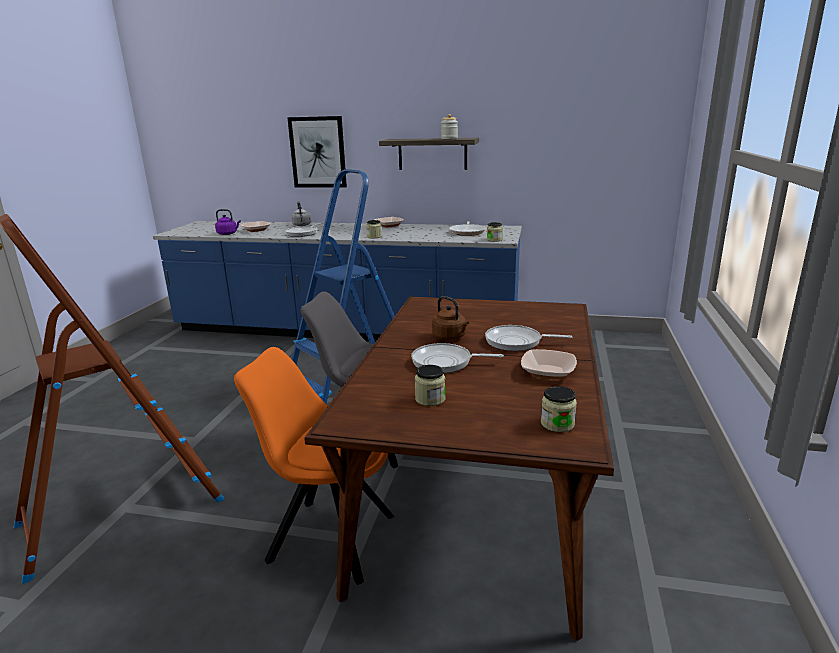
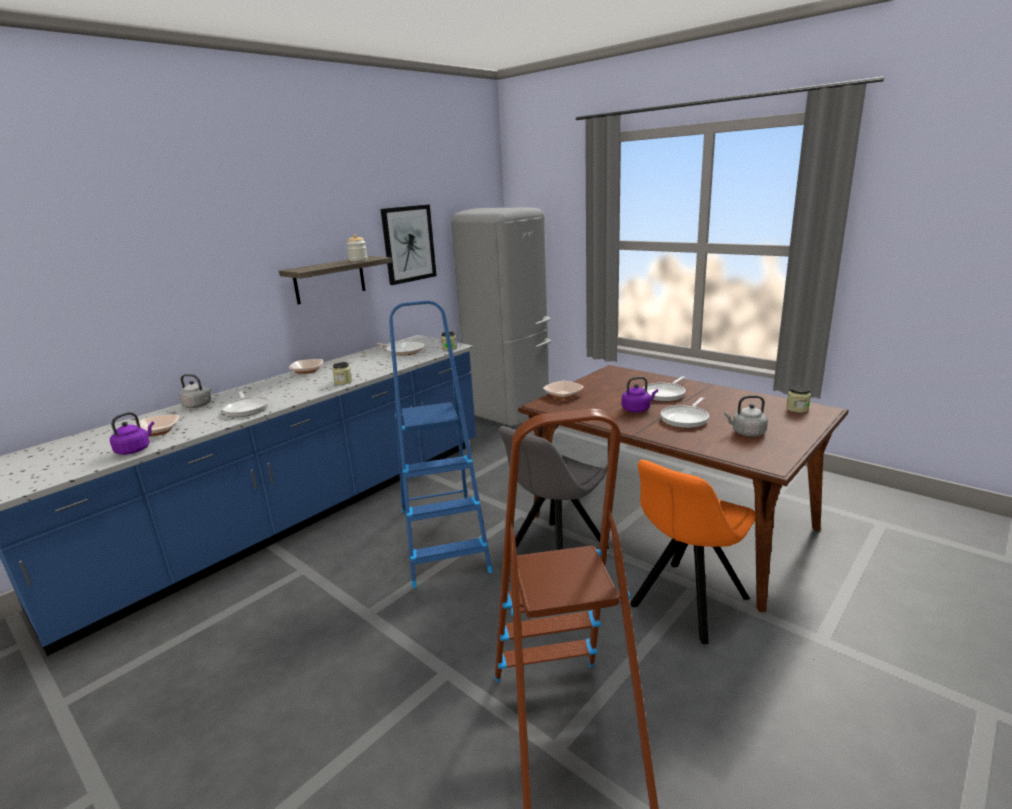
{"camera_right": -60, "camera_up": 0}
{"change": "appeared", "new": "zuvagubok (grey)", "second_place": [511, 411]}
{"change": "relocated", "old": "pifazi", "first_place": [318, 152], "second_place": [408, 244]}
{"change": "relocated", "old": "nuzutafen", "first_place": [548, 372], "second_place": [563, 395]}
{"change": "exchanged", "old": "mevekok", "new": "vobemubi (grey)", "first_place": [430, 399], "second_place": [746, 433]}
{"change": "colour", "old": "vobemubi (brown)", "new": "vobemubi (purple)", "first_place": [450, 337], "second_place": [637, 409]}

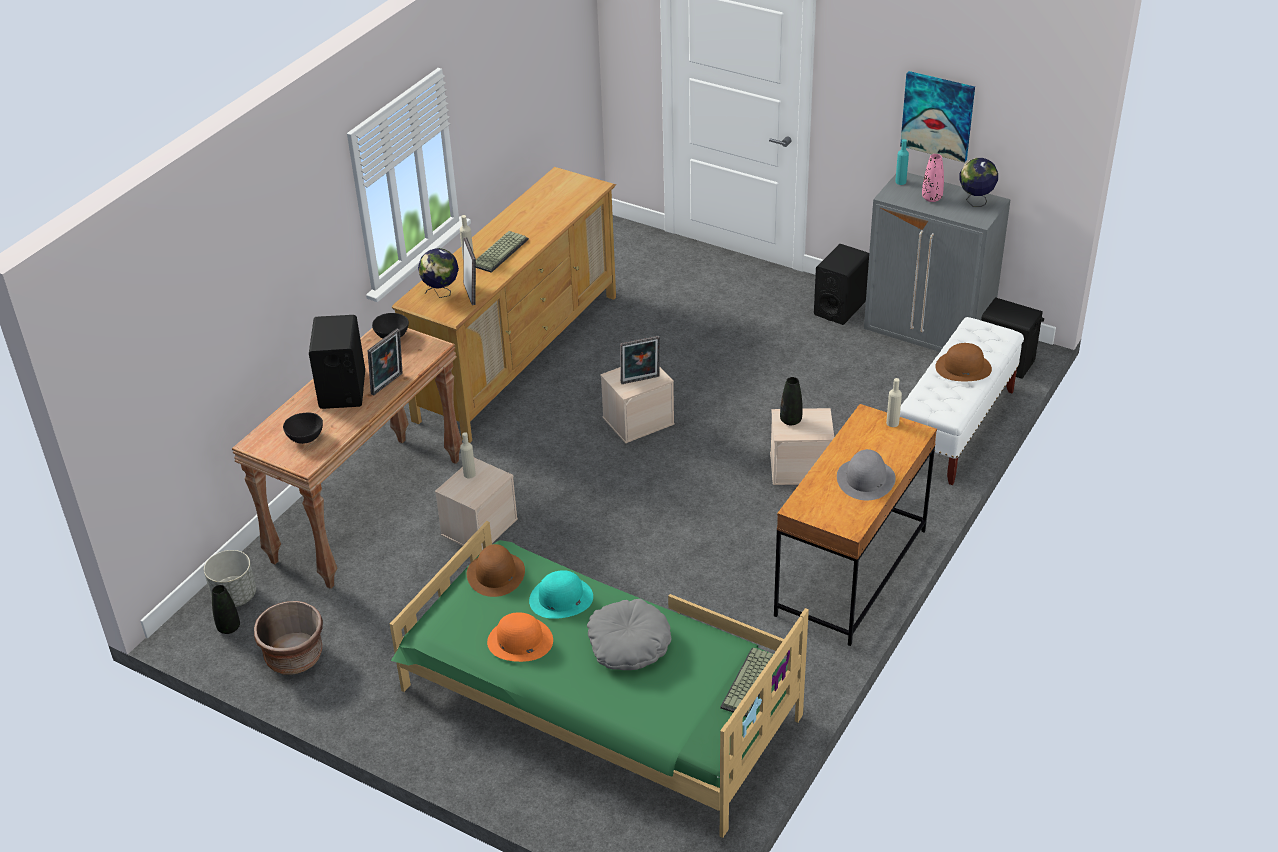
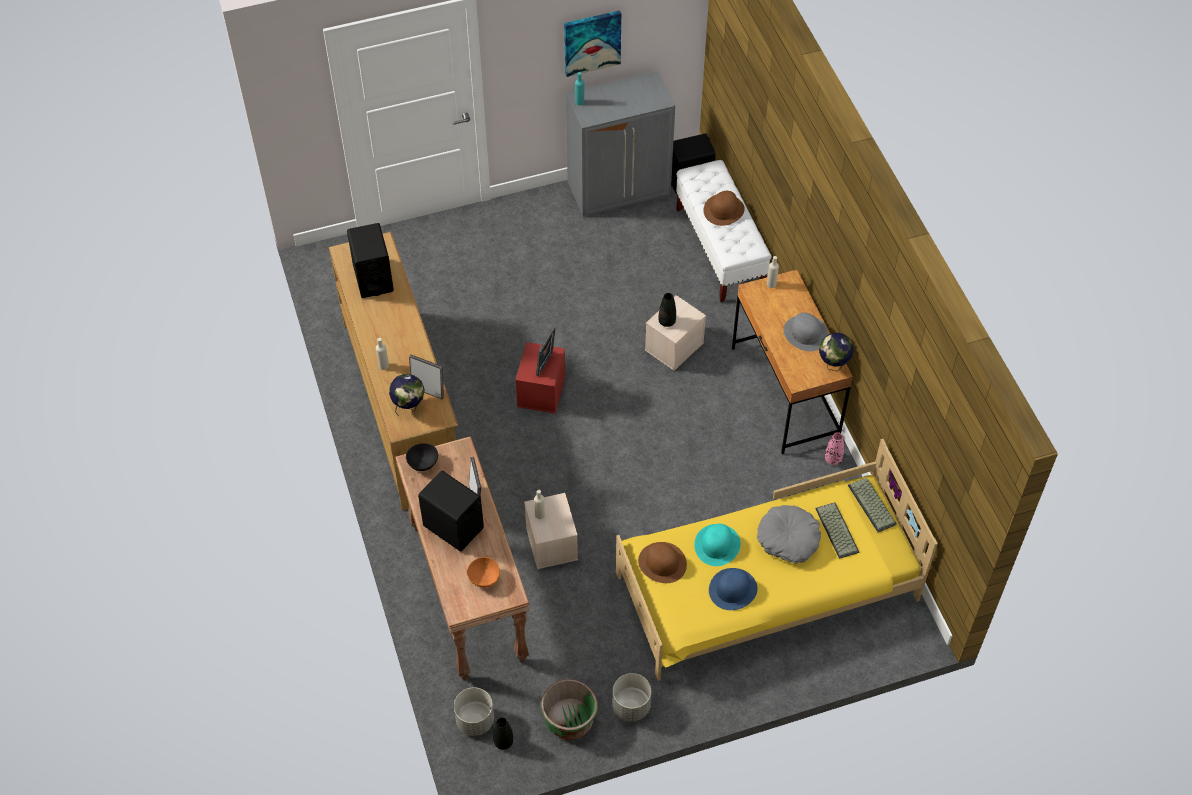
{"camera_right": -50, "camera_up": 15}
{"change": "appeared", "new": "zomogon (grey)", "second_place": [631, 706]}
{"change": "relocated", "old": "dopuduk", "first_place": [499, 252], "second_place": [835, 530]}
{"change": "relocated", "old": "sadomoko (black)", "first_place": [840, 308], "second_place": [373, 278]}
{"change": "relocated", "old": "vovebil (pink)", "first_place": [931, 198], "second_place": [833, 459]}
{"change": "relocated", "old": "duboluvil", "first_place": [975, 202], "second_place": [833, 365]}
{"change": "colour", "old": "zomogon (brown)", "new": "zomogon (green)", "first_place": [294, 657], "second_place": [569, 720]}
{"change": "colour", "old": "nuzutafen (black)", "new": "nuzutafen (orange)", "first_place": [304, 438], "second_place": [484, 579]}
{"change": "colour", "old": "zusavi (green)", "new": "zusavi (yellow)", "first_place": [597, 703], "second_place": [765, 588]}
{"change": "colour", "old": "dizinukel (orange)", "new": "dizinukel (blue)", "first_place": [519, 641], "second_place": [732, 589]}
{"change": "colour", "old": "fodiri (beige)", "new": "fodiri (red)", "first_place": [638, 420], "second_place": [540, 390]}

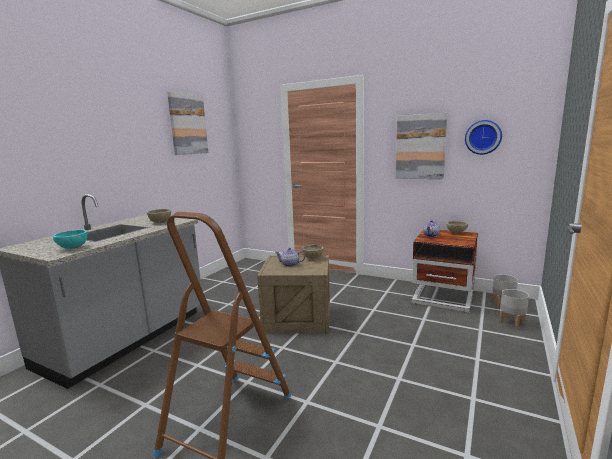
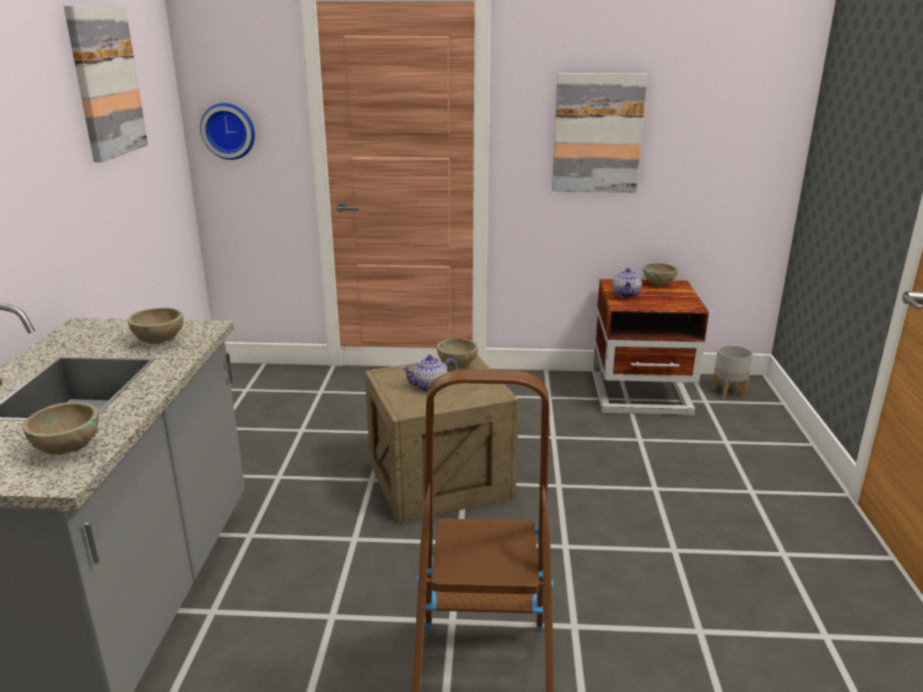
{"camera_right": -25, "camera_up": 10}
{"change": "missing", "old": "zomogon (grey)", "first_place": [512, 323]}
{"change": "relocated", "old": "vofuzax", "first_place": [483, 137], "second_place": [229, 130]}
{"change": "colour", "old": "nuzutafen (turquoise)", "new": "nuzutafen (beige)", "first_place": [72, 248], "second_place": [67, 450]}

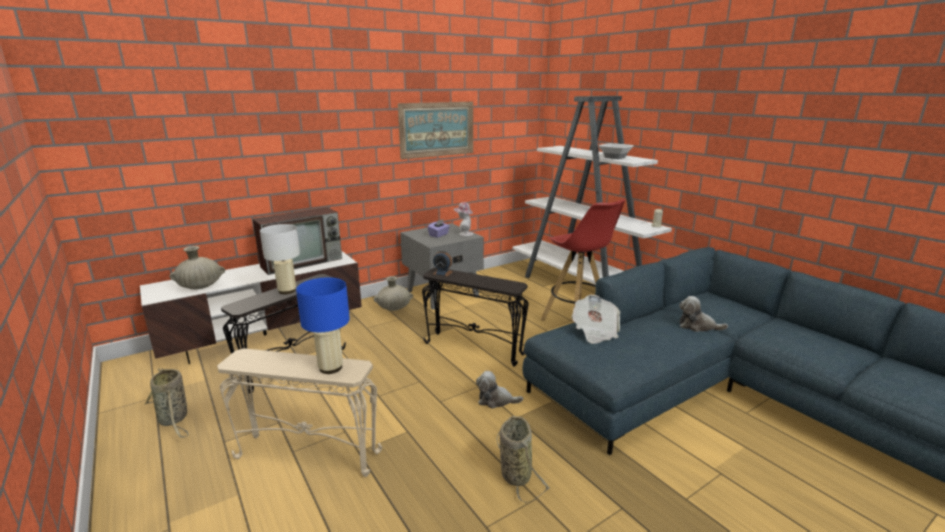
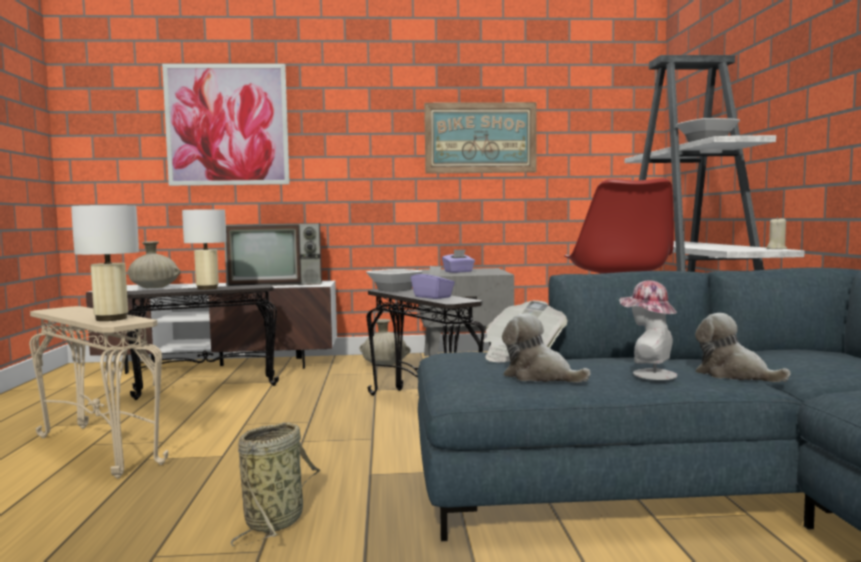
{"camera_right": 30, "camera_up": -15}
{"change": "missing", "old": "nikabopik", "first_place": [174, 419]}
{"change": "appeared", "new": "pifazi", "second_place": [227, 125]}
{"change": "appeared", "new": "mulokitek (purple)", "second_place": [433, 297]}
{"change": "relocated", "old": "dizinukel", "first_place": [464, 234], "second_place": [648, 374]}
{"change": "relocated", "old": "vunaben", "first_place": [496, 400], "second_place": [540, 376]}
{"change": "exchanged", "old": "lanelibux", "new": "nuzutafen", "first_place": [442, 273], "second_place": [395, 290]}
{"change": "colour", "old": "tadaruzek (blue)", "new": "tadaruzek (white)", "first_place": [331, 367], "second_place": [112, 319]}

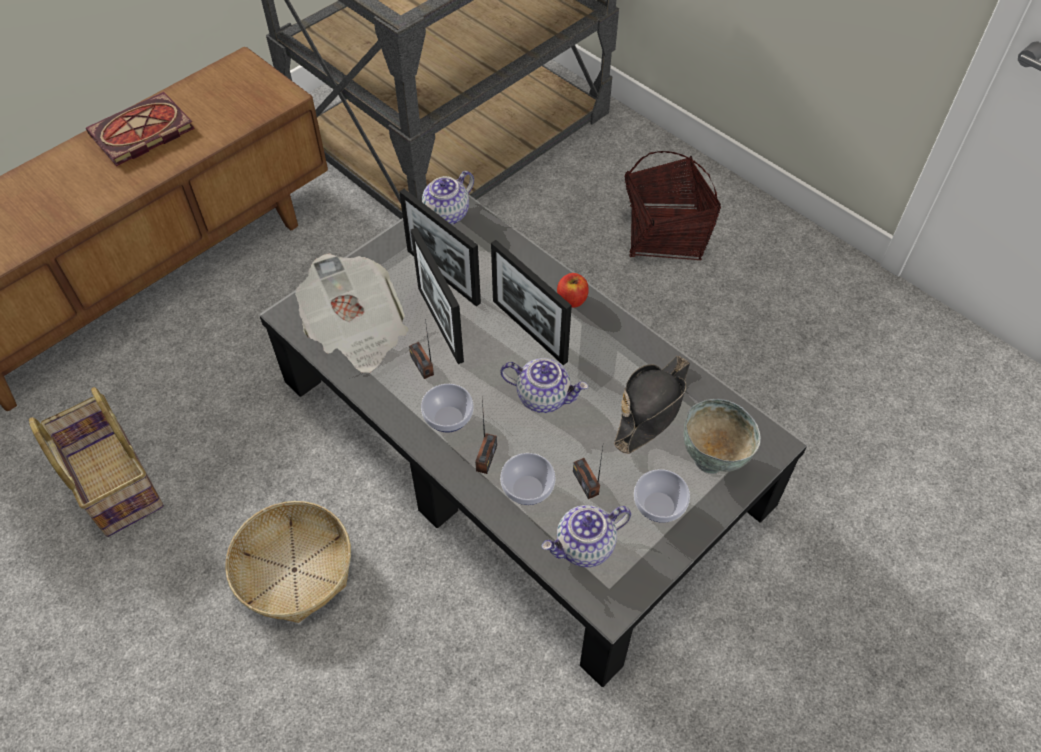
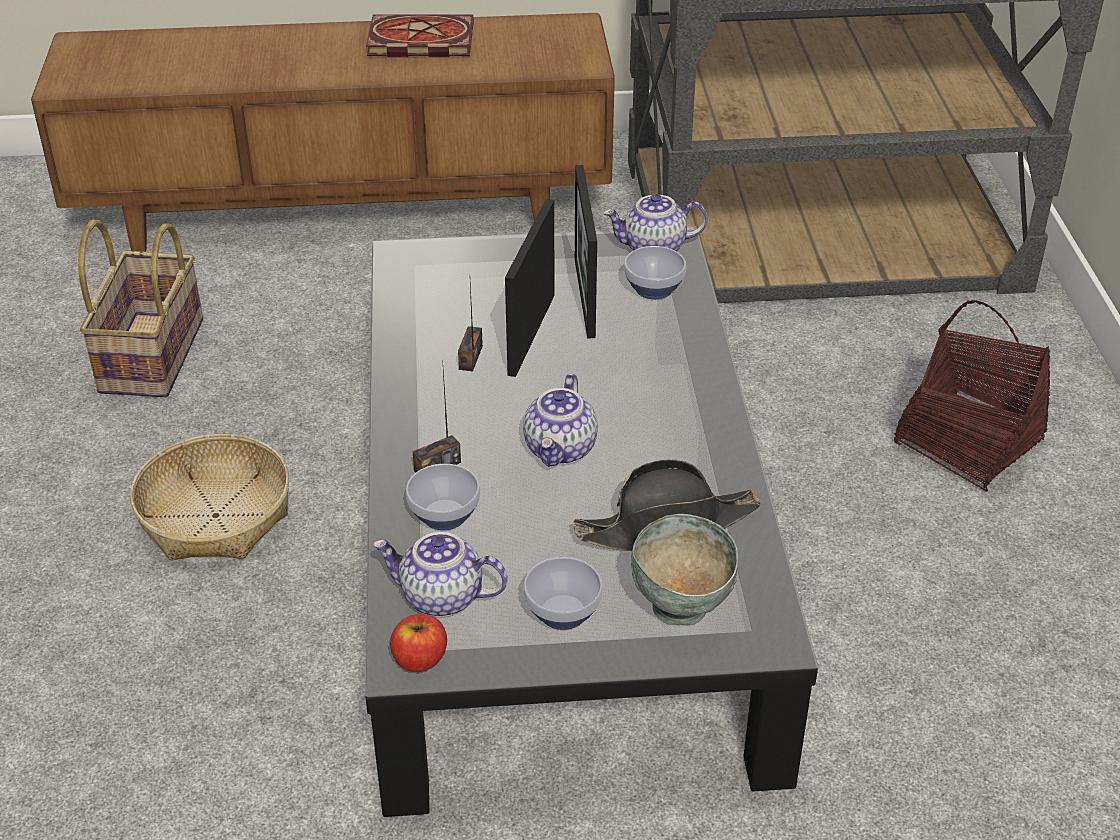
{"camera_right": 40, "camera_up": -15}
{"change": "missing", "old": "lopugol", "first_place": [356, 330]}
{"change": "missing", "old": "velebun", "first_place": [529, 331]}
{"change": "missing", "old": "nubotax", "first_place": [586, 483]}
{"change": "relocated", "old": "nuzutafen", "first_place": [450, 419], "second_place": [655, 289]}
{"change": "relocated", "old": "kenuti", "first_place": [572, 299], "second_place": [419, 659]}
{"change": "spun", "old": "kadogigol", "first_place": [544, 396], "second_place": [561, 449], "degrees": 45}

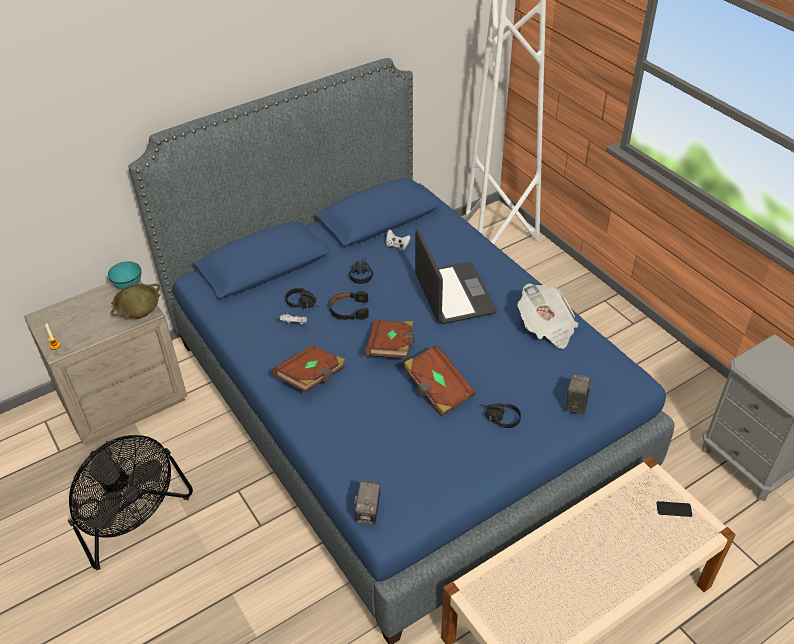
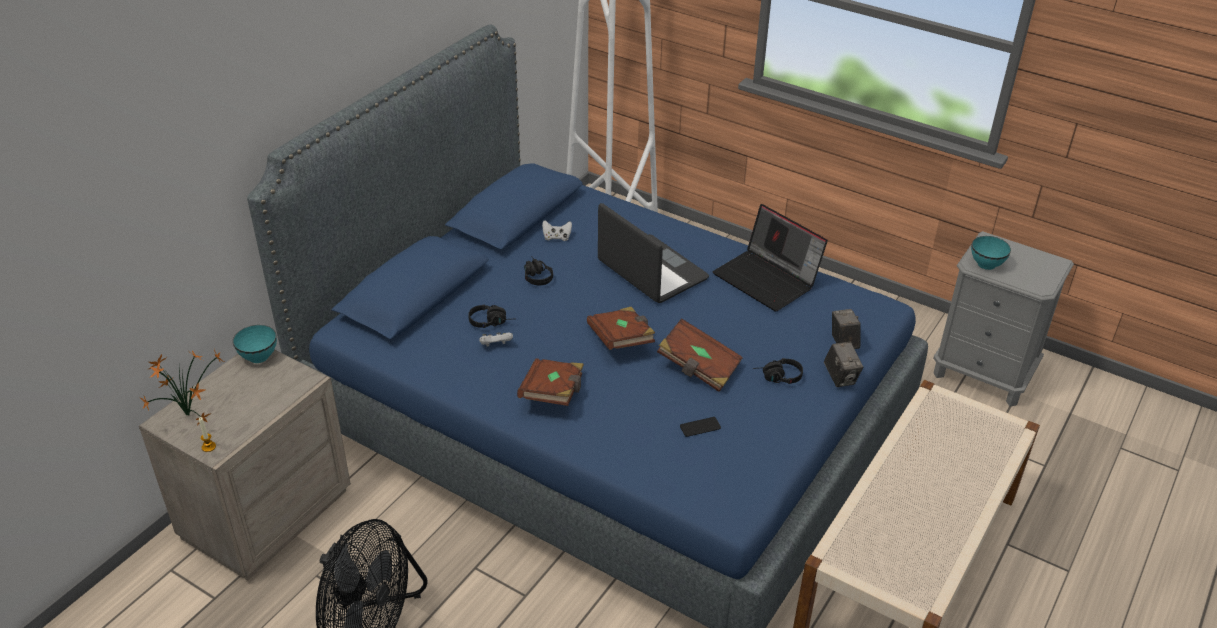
{"camera_right": -25, "camera_up": -5}
{"change": "missing", "old": "nuzutafen (beige)", "first_place": [139, 312]}
{"change": "missing", "old": "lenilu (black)", "first_place": [349, 310]}
{"change": "appeared", "new": "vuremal", "second_place": [187, 414]}
{"change": "appeared", "new": "nuzutafen (turquoise)", "second_place": [986, 264]}
{"change": "relocated", "old": "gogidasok", "first_place": [368, 512], "second_place": [840, 377]}
{"change": "relocated", "old": "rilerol", "first_place": [674, 509], "second_place": [700, 427]}
{"change": "exchanged", "old": "lopugol", "new": "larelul", "first_place": [546, 328], "second_place": [768, 279]}

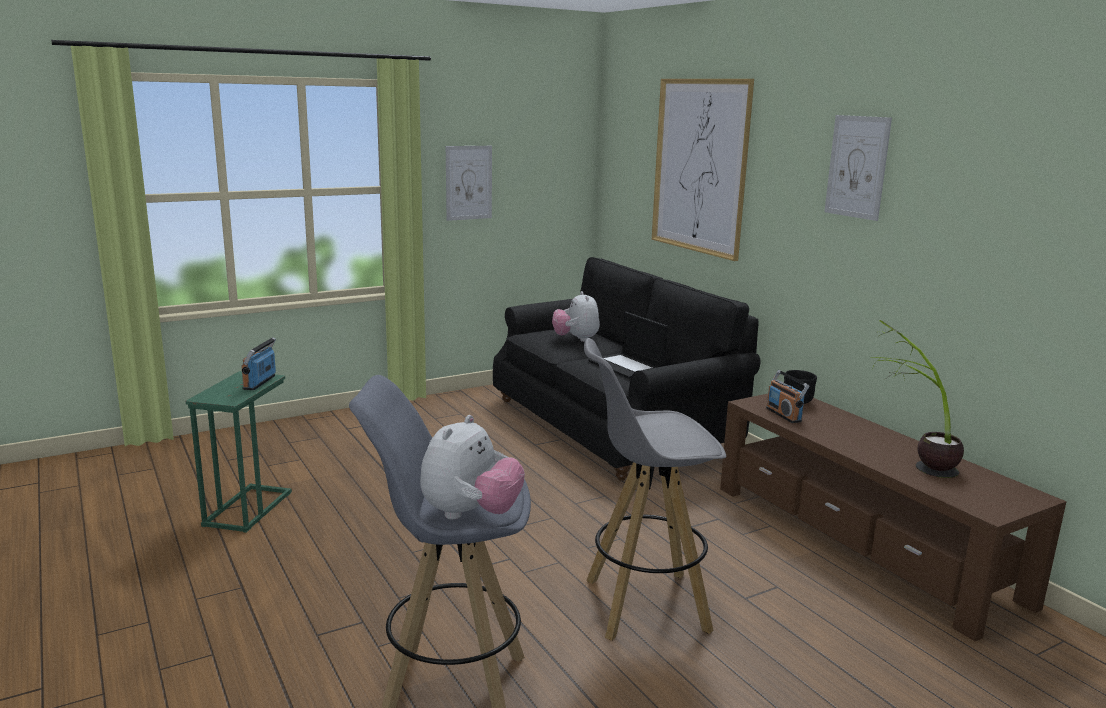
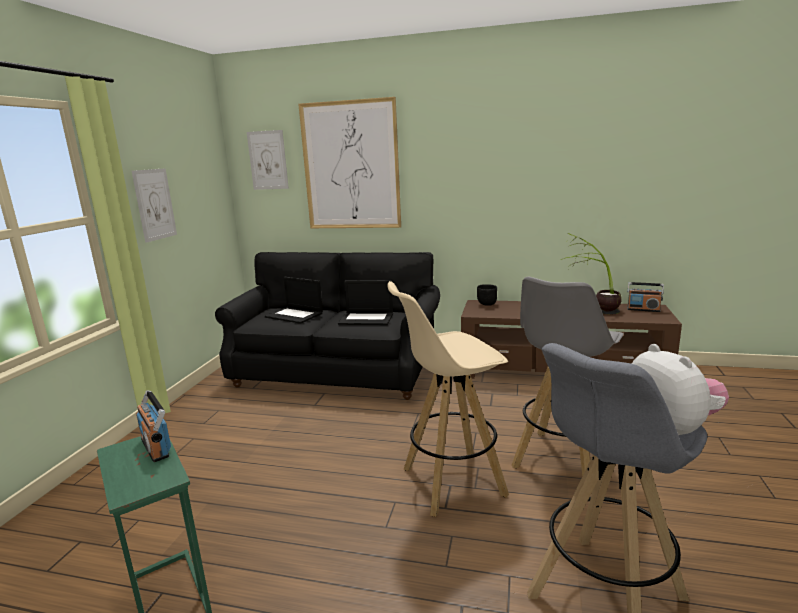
{"camera_right": -45, "camera_up": 0}
{"change": "appeared", "new": "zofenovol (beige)", "second_place": [451, 481]}
{"change": "relocated", "old": "nubotax", "first_place": [784, 415], "second_place": [643, 309]}
{"change": "relocated", "old": "pifazi", "first_place": [857, 167], "second_place": [268, 160]}
{"change": "exchanged", "old": "vunaben", "new": "larelul", "first_place": [576, 339], "second_place": [295, 315]}

